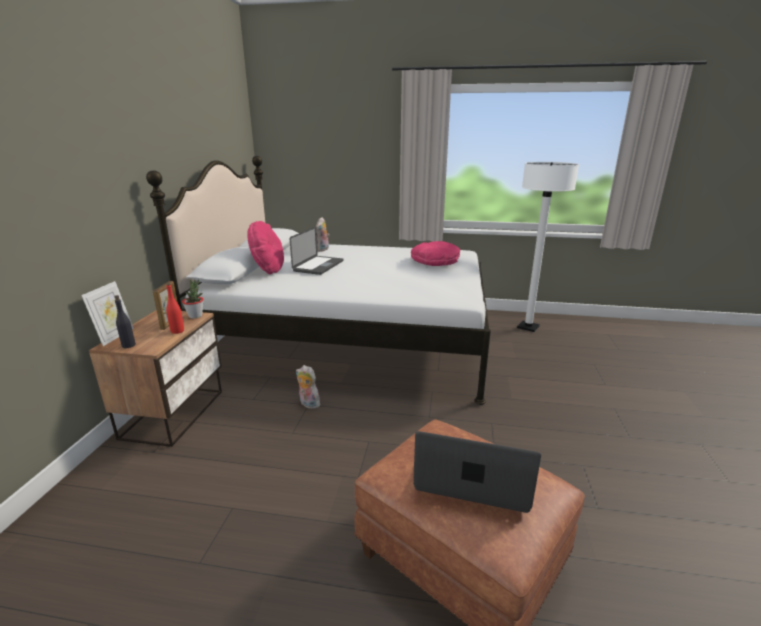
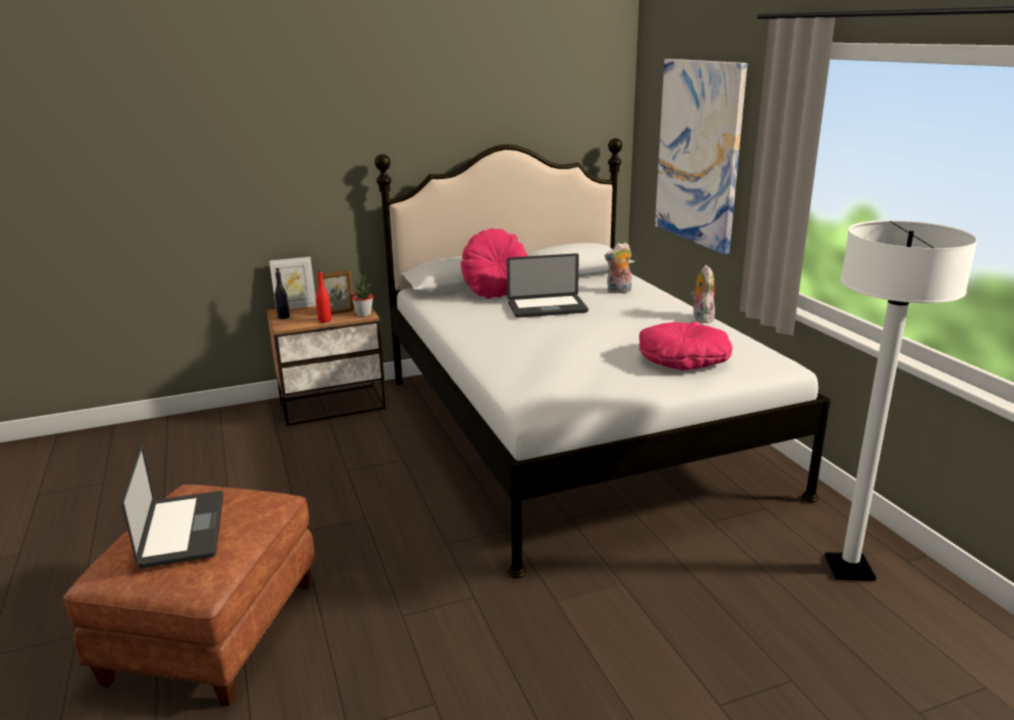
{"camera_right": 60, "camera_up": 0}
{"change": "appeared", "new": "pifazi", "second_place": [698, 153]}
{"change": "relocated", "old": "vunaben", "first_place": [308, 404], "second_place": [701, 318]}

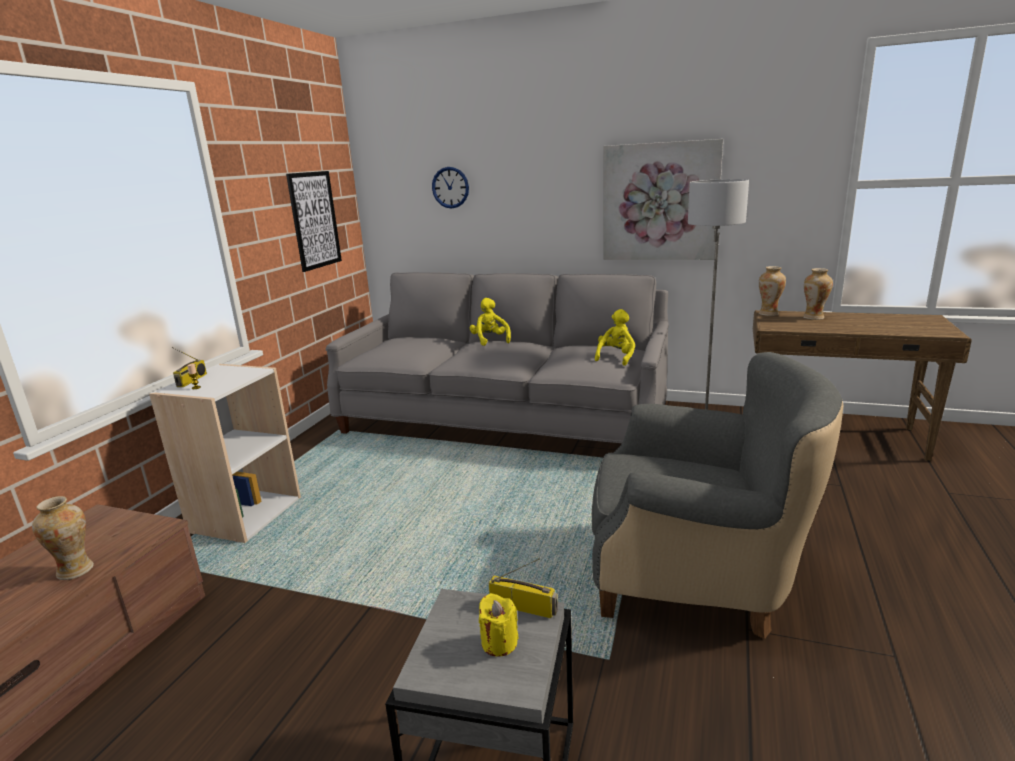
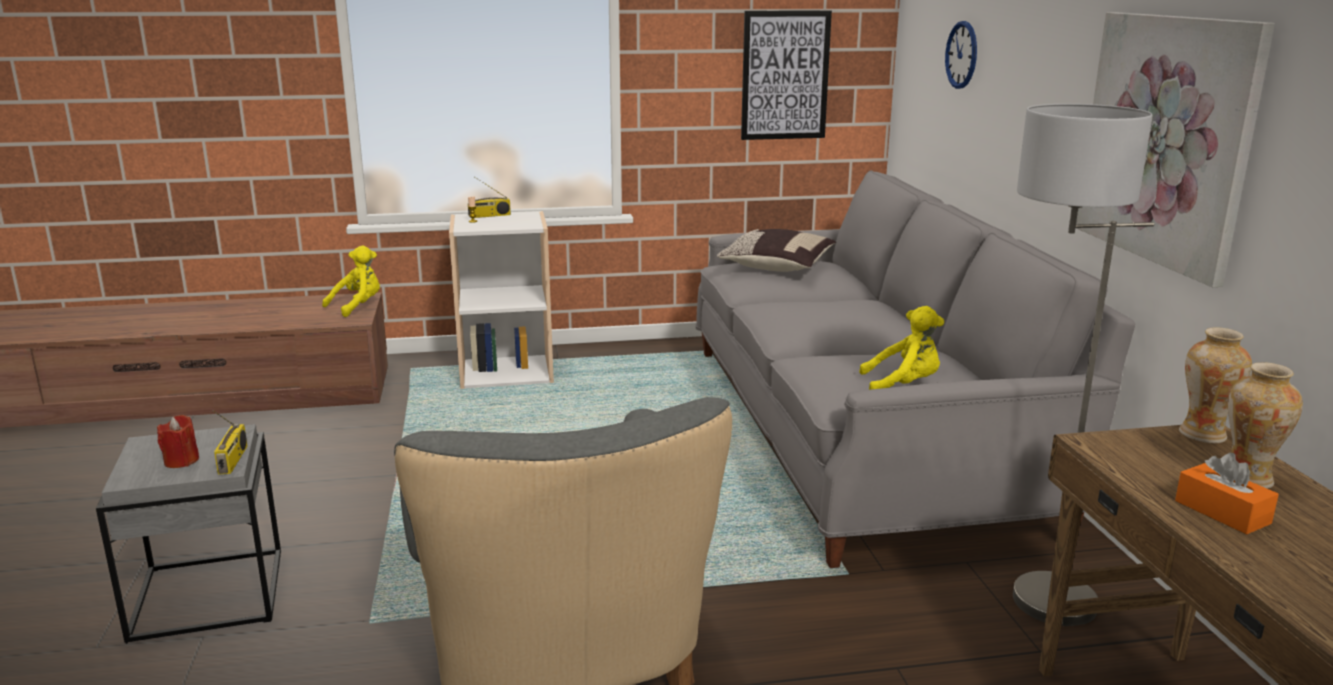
{"camera_right": 60, "camera_up": 0}
{"change": "missing", "old": "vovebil", "first_place": [75, 570]}
{"change": "appeared", "new": "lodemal", "second_place": [776, 267]}
{"change": "appeared", "new": "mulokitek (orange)", "second_place": [1222, 512]}
{"change": "relocated", "old": "vunaben (yellow)", "first_place": [490, 340], "second_place": [358, 306]}
{"change": "colour", "old": "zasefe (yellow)", "new": "zasefe (red)", "first_place": [499, 643], "second_place": [181, 461]}

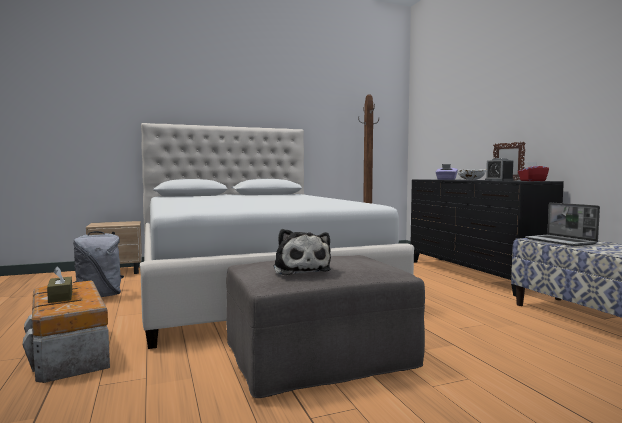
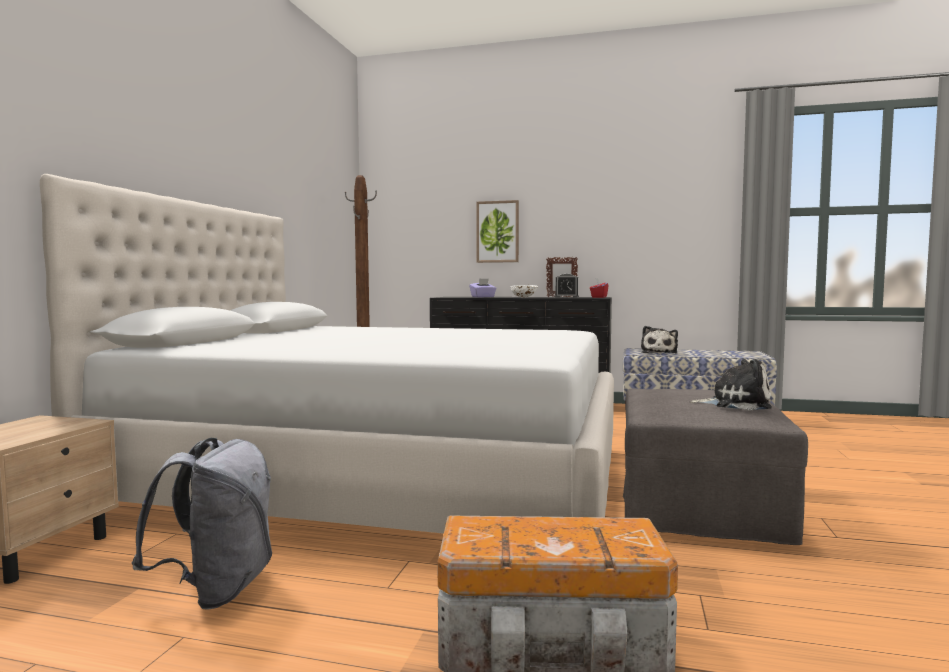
{"camera_right": -55, "camera_up": 0}
{"change": "missing", "old": "mulokitek (brown)", "first_place": [60, 297]}
{"change": "appeared", "new": "pifazi", "second_place": [497, 232]}
{"change": "exchanged", "old": "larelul", "new": "vunaben", "first_place": [561, 241], "second_place": [659, 352]}

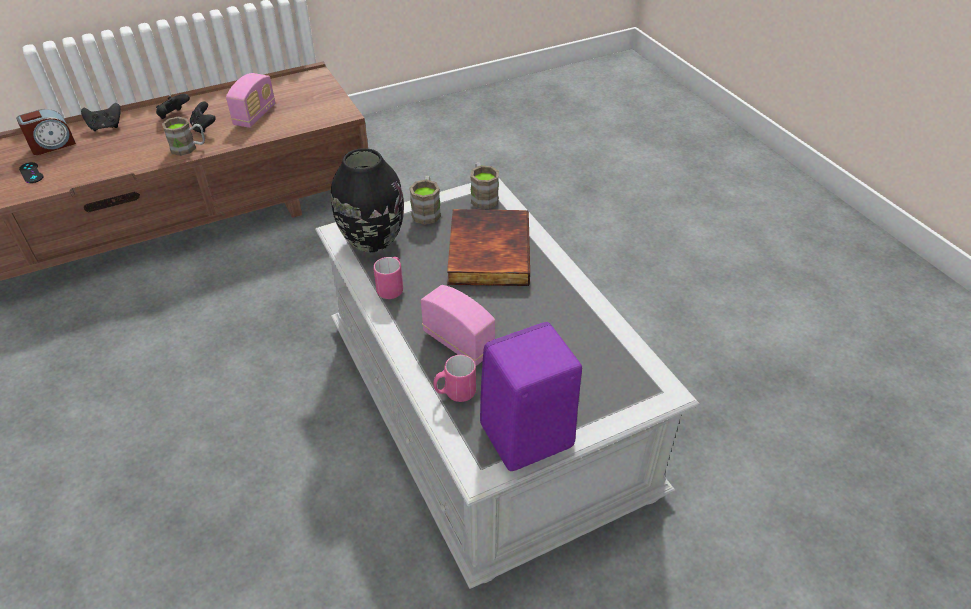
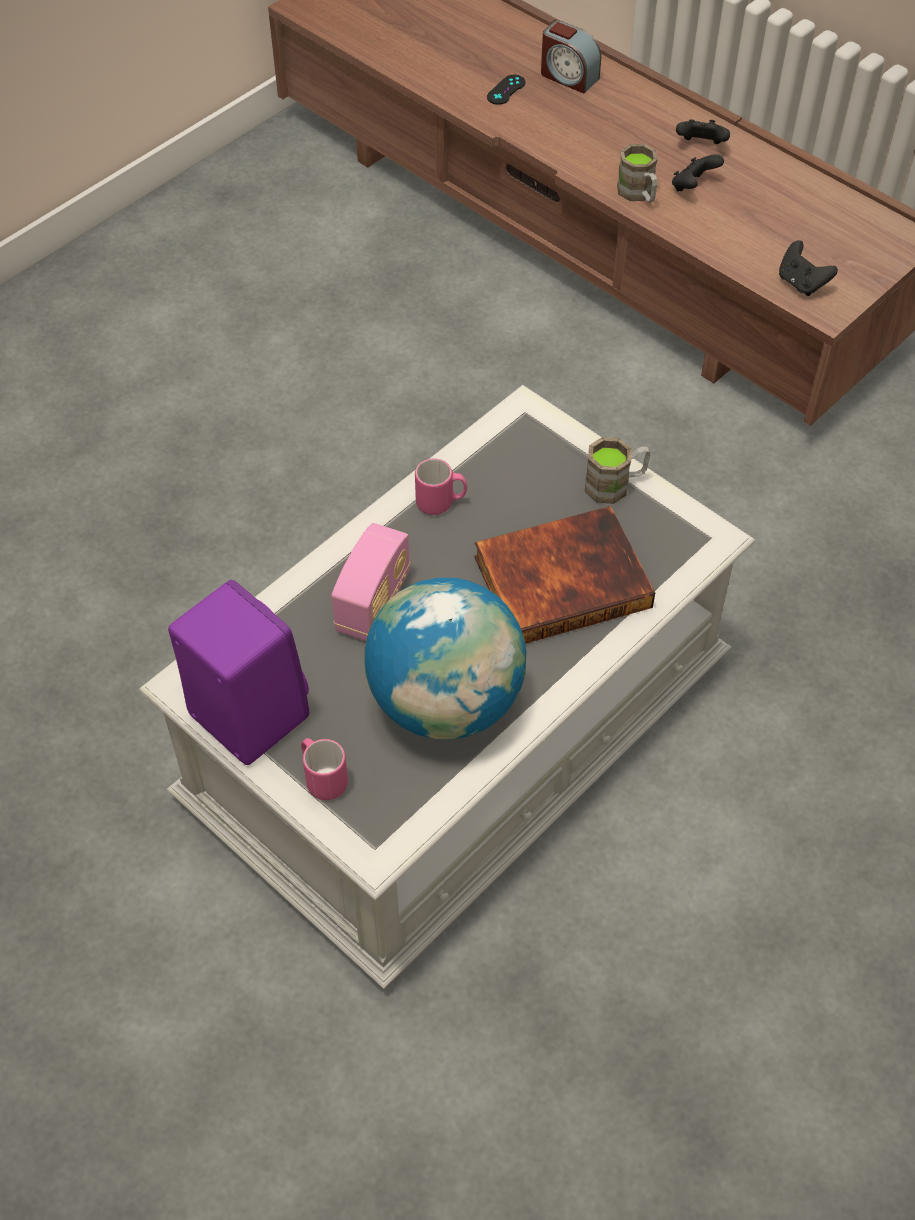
{"camera_right": 70, "camera_up": 10}
{"change": "missing", "old": "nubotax", "first_place": [255, 115]}
{"change": "missing", "old": "vovebil (black)", "first_place": [372, 240]}
{"change": "missing", "old": "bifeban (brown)", "first_place": [482, 197]}
{"change": "appeared", "new": "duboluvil", "second_place": [446, 702]}
{"change": "relocated", "old": "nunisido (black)", "first_place": [106, 127], "second_place": [801, 283]}
{"change": "relocated", "old": "bifeban (pink)", "first_place": [455, 393], "second_place": [322, 778]}

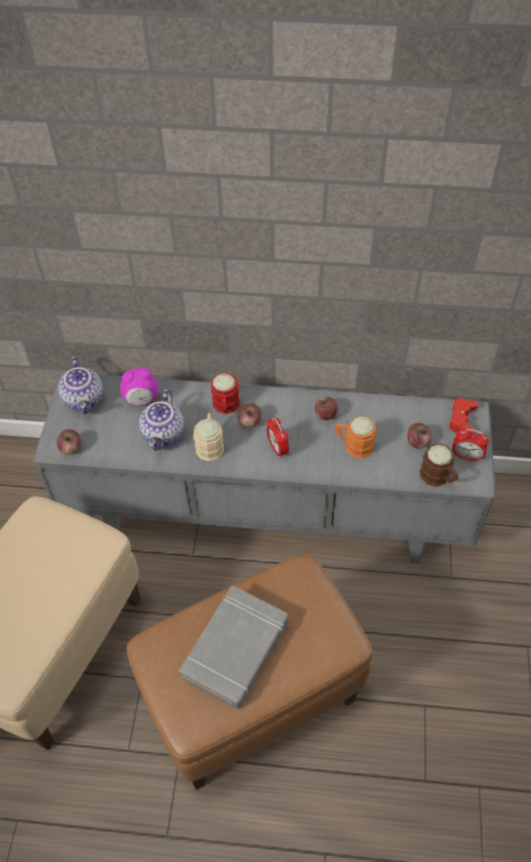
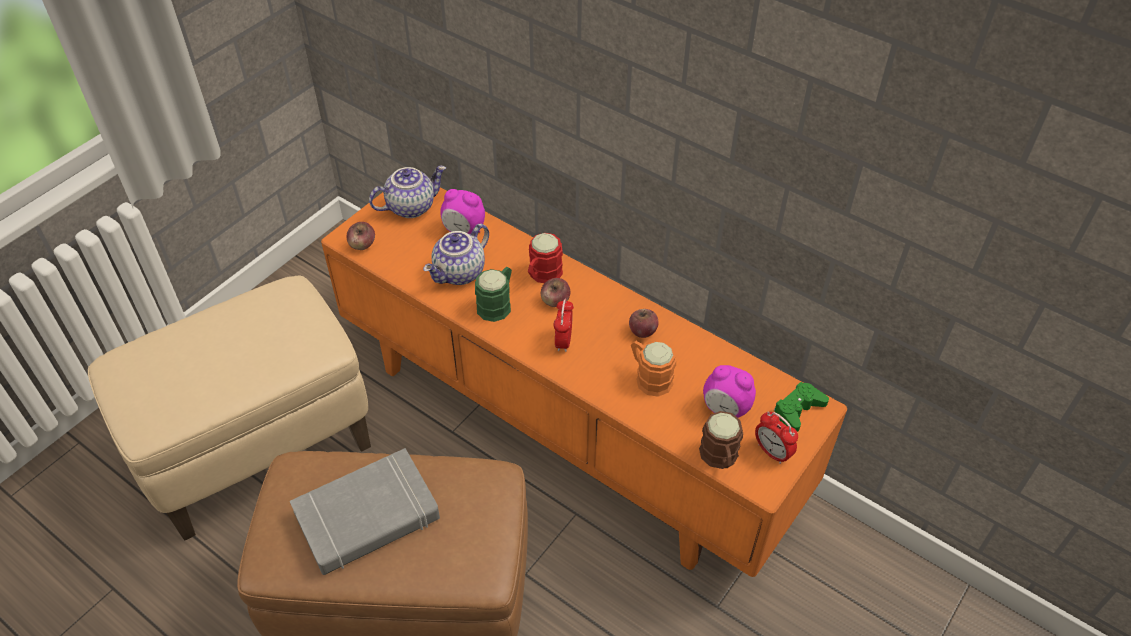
{"camera_right": 30, "camera_up": -5}
{"change": "exchanged", "old": "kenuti", "new": "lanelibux", "first_place": [417, 442], "second_place": [725, 409]}
{"change": "colour", "old": "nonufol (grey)", "new": "nonufol (orange)", "first_place": [269, 503], "second_place": [568, 419]}
{"change": "colour", "old": "bifeban (beige)", "new": "bifeban (green)", "first_place": [210, 444], "second_place": [497, 303]}
{"change": "colour", "old": "nunisido (red)", "new": "nunisido (green)", "first_place": [461, 419], "second_place": [798, 410]}
{"change": "spun", "old": "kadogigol", "first_place": [85, 399], "second_place": [411, 206], "degrees": -135}

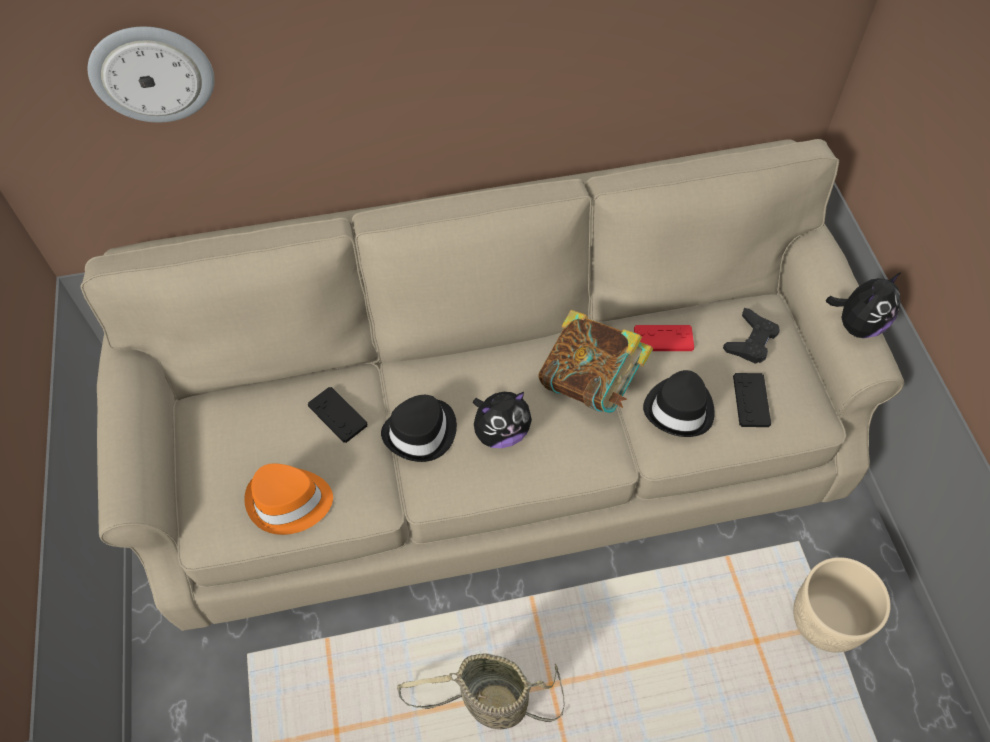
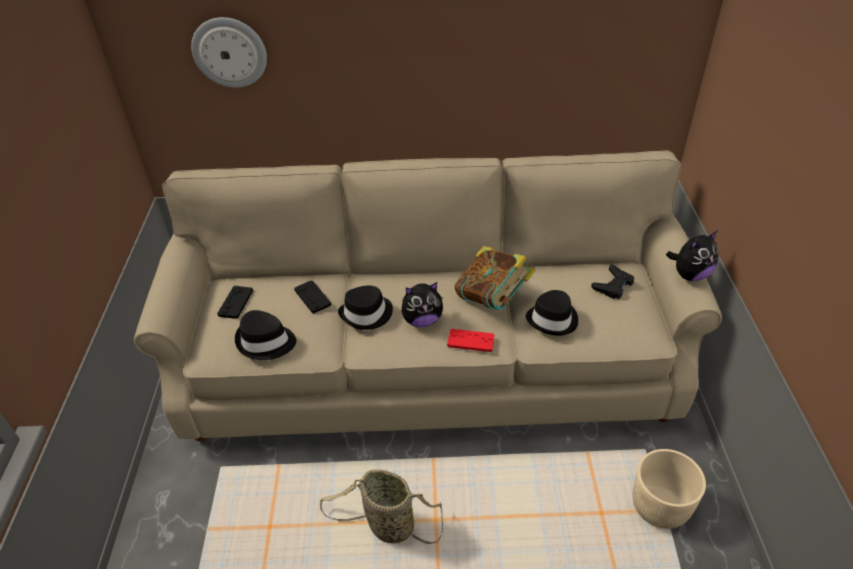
{"camera_right": 10, "camera_up": -15}
{"change": "relocated", "old": "nunisido (red)", "first_place": [663, 339], "second_place": [470, 341]}
{"change": "relocated", "old": "nunisido (black)", "first_place": [751, 400], "second_place": [235, 303]}
{"change": "colour", "old": "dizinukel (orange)", "new": "dizinukel (black)", "first_place": [289, 502], "second_place": [265, 342]}

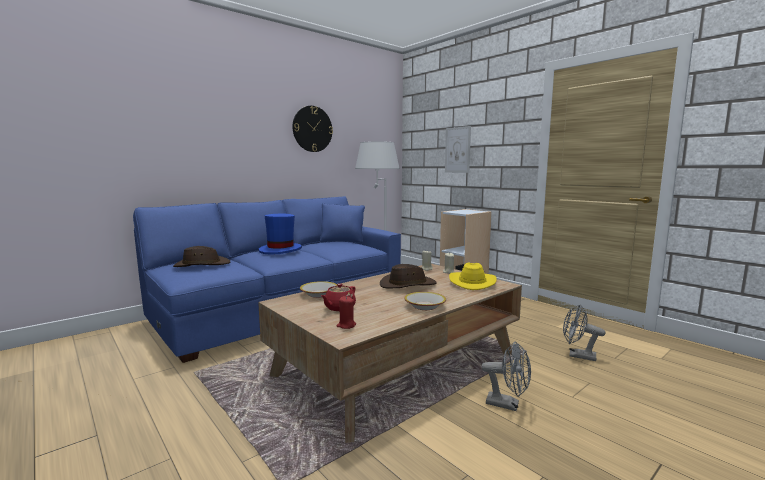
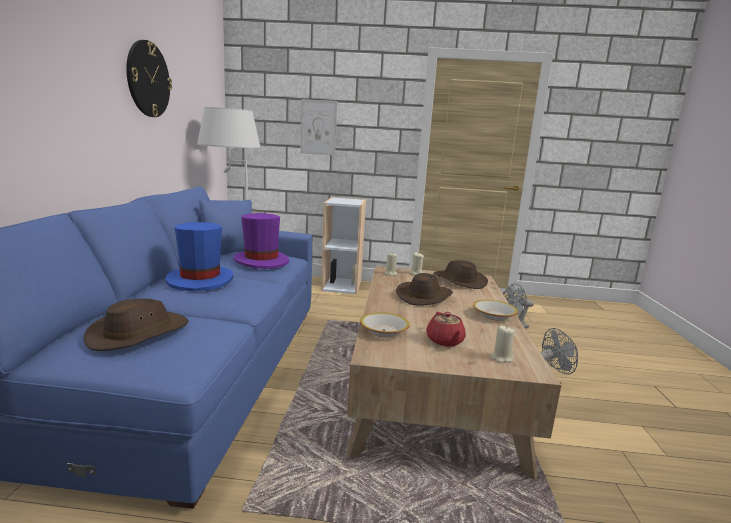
{"camera_right": -45, "camera_up": 5}
{"change": "appeared", "new": "dizinukel (purple)", "second_place": [261, 261]}
{"change": "colour", "old": "zasefe (red)", "new": "zasefe (beige)", "first_place": [346, 325], "second_place": [501, 358]}
{"change": "colour", "old": "dizinukel (yellow)", "new": "dizinukel (brown)", "first_place": [472, 282], "second_place": [459, 281]}

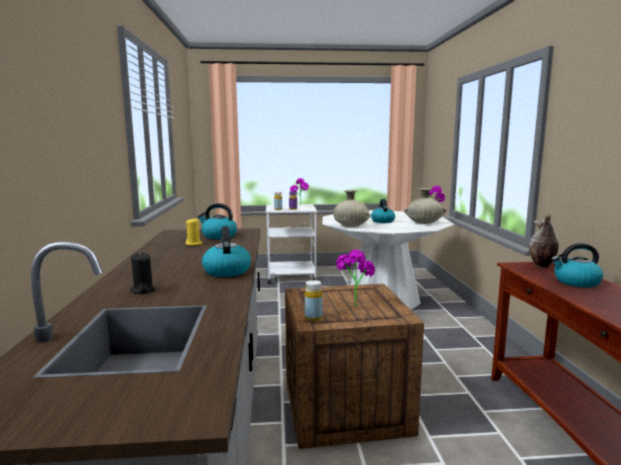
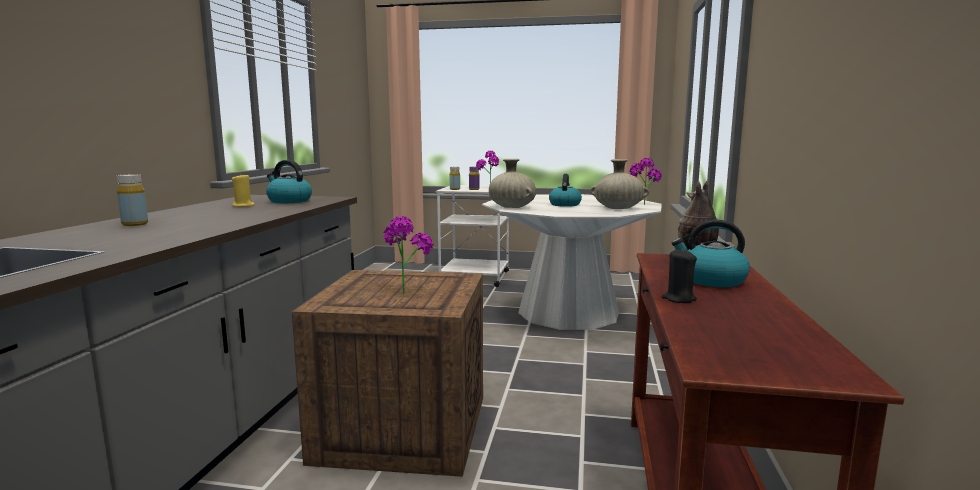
{"camera_right": 15, "camera_up": 0}
{"change": "missing", "old": "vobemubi", "first_place": [226, 271]}
{"change": "relocated", "old": "zasefe (black)", "first_place": [142, 290], "second_place": [678, 299]}
{"change": "relocated", "old": "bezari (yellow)", "first_place": [313, 317], "second_place": [135, 224]}

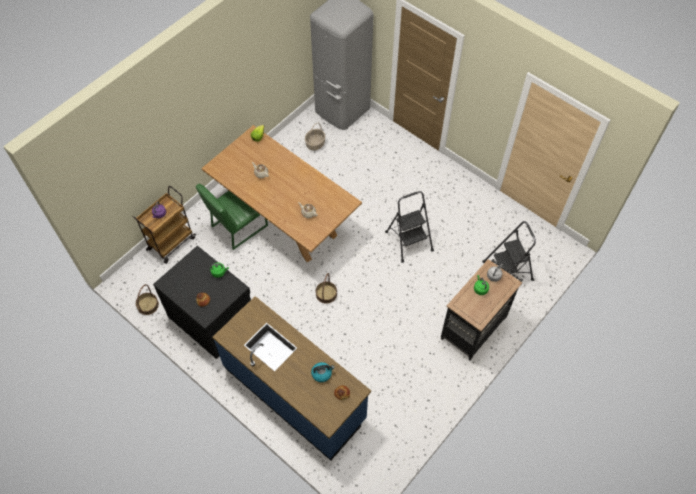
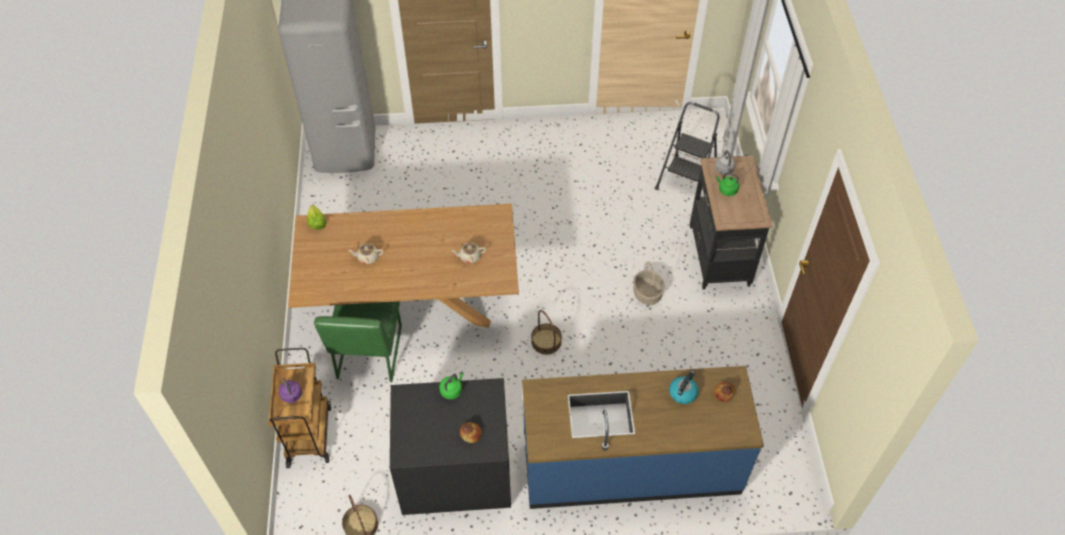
{"camera_right": -45, "camera_up": -5}
{"change": "missing", "old": "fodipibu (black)", "first_place": [408, 239]}
{"change": "relocated", "old": "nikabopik", "first_place": [315, 144], "second_place": [647, 294]}

